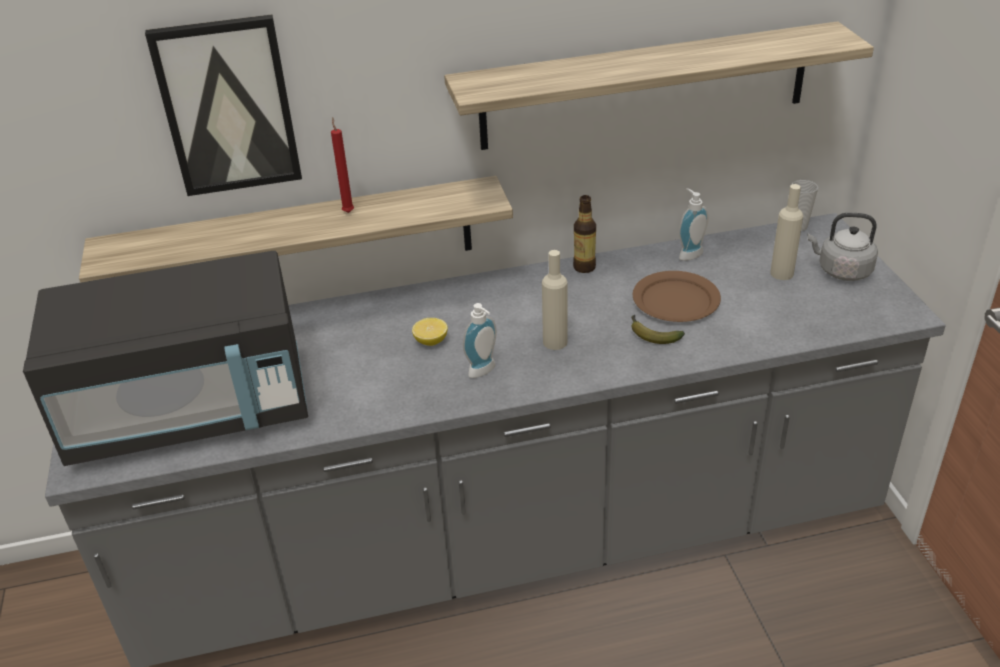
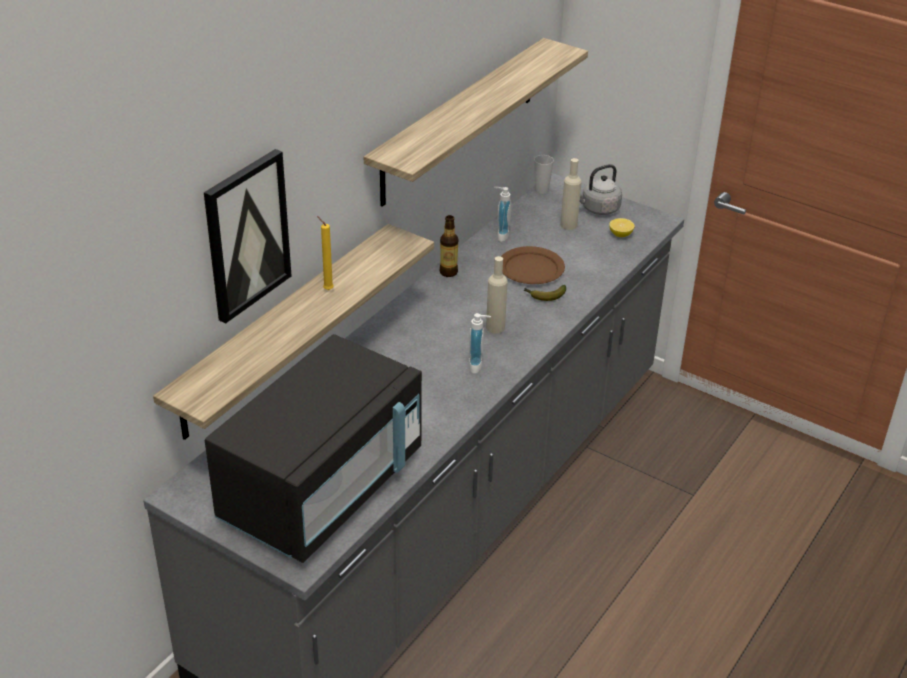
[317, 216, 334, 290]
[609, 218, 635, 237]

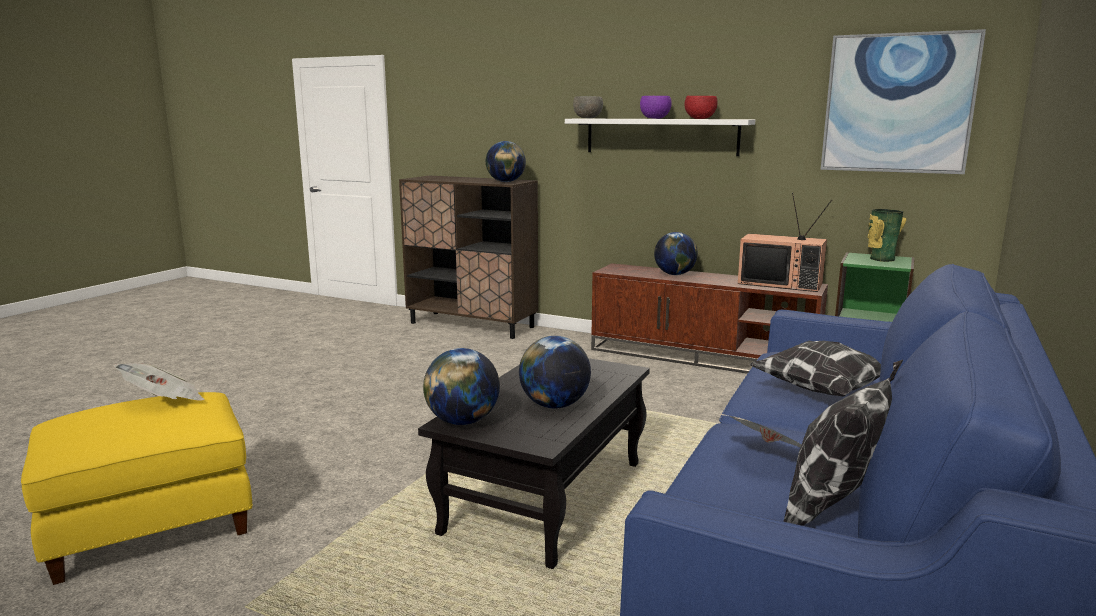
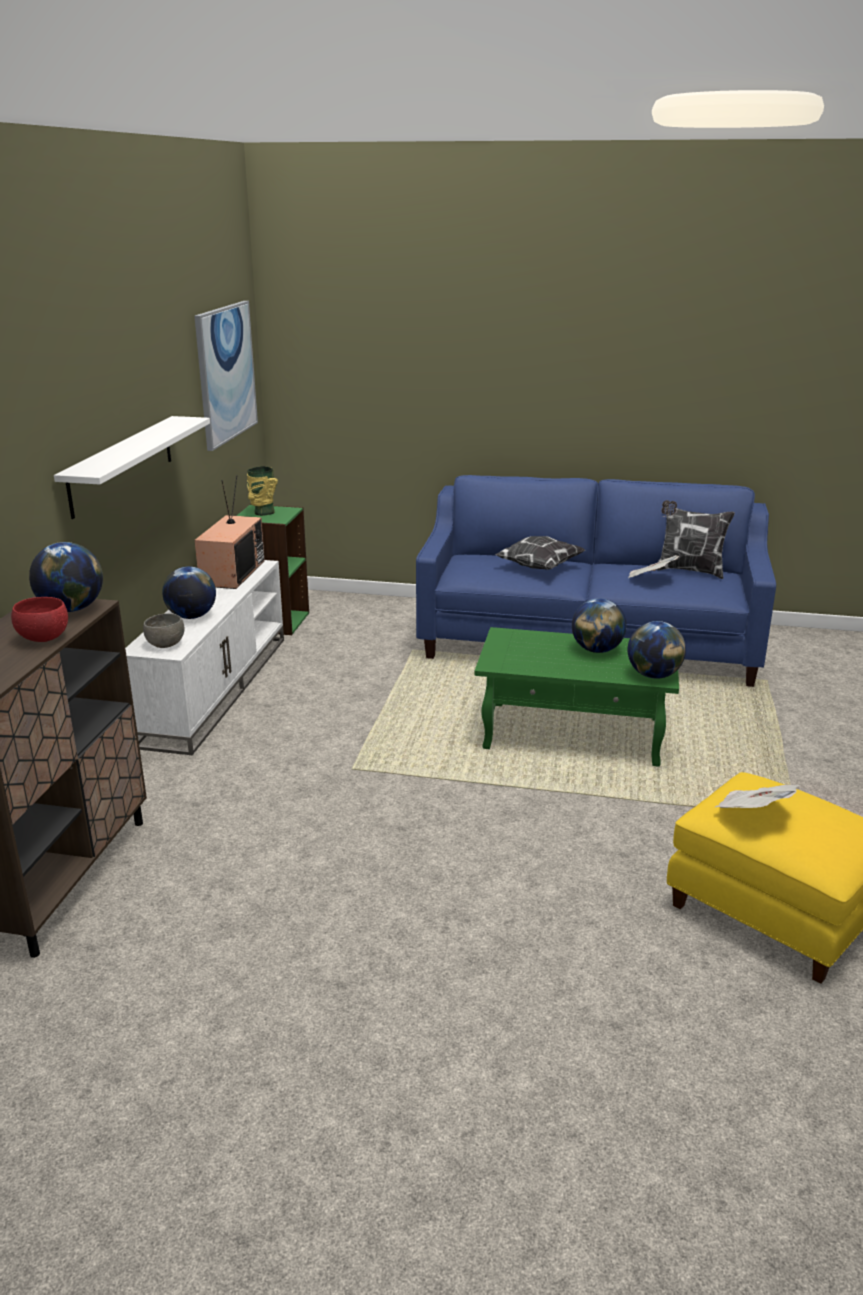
[11, 597, 68, 642]
[125, 560, 284, 755]
[143, 613, 185, 648]
[474, 627, 679, 767]
[640, 96, 672, 119] (first image)

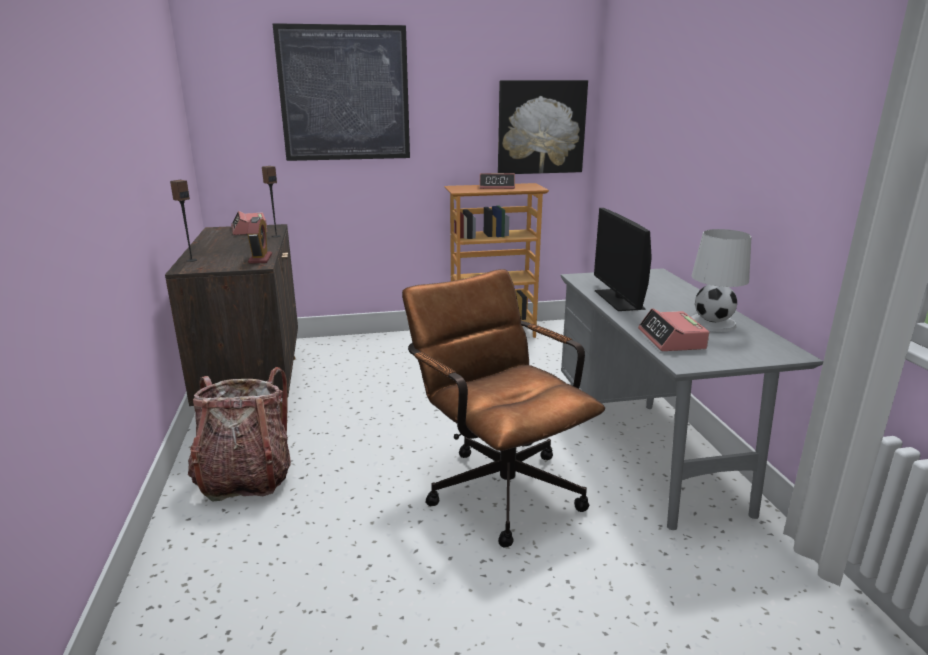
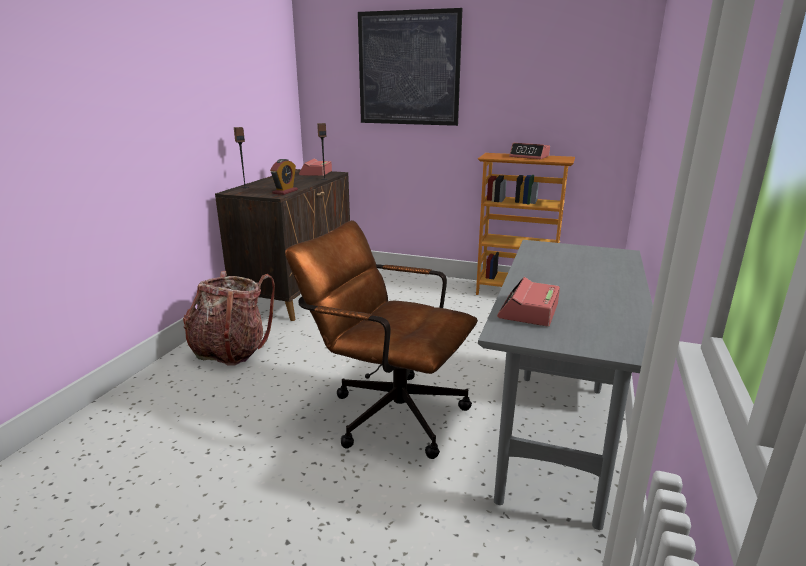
[285, 220, 478, 459]
[498, 80, 588, 174] (first image)
[594, 208, 652, 311] (first image)
[691, 229, 752, 332] (first image)

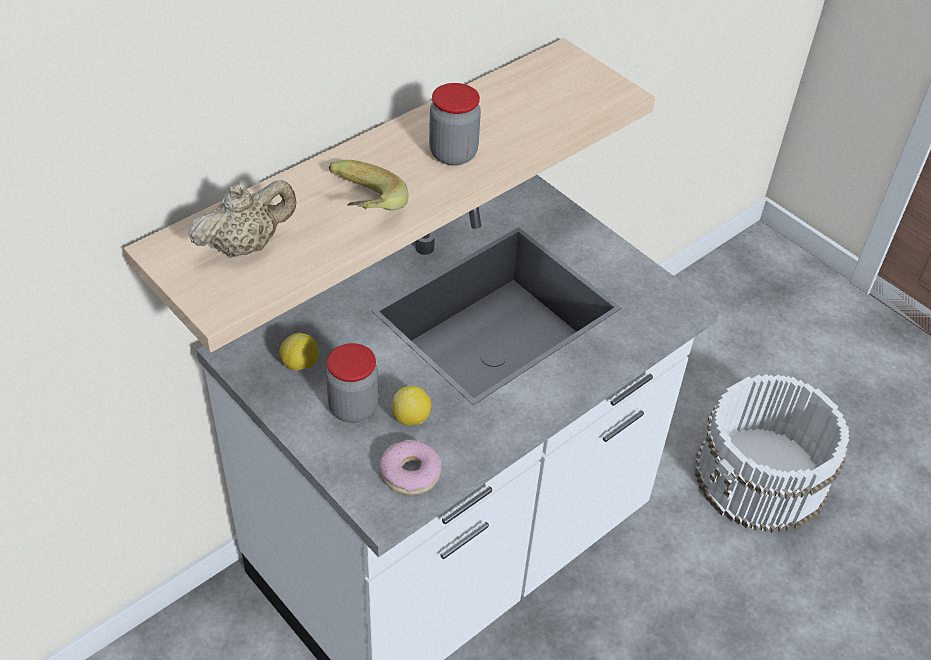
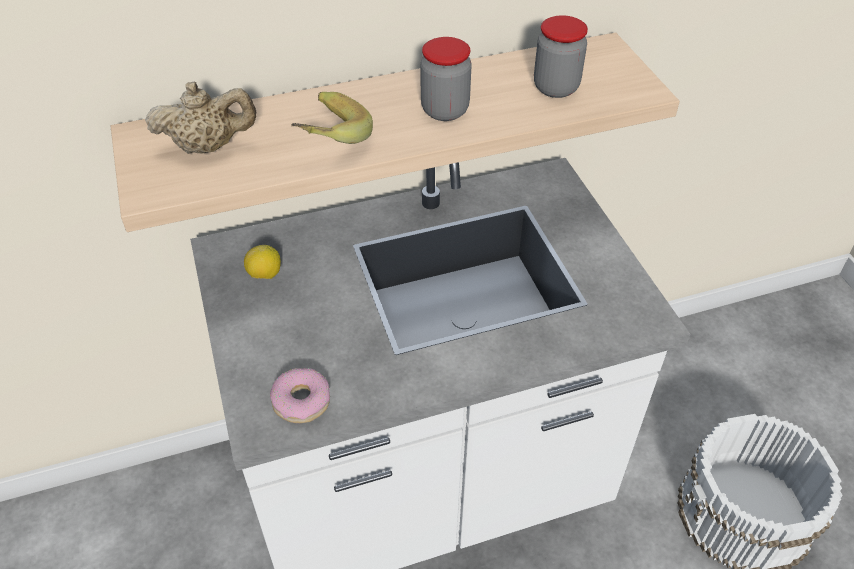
[534, 15, 588, 98]
[392, 386, 432, 425] (first image)

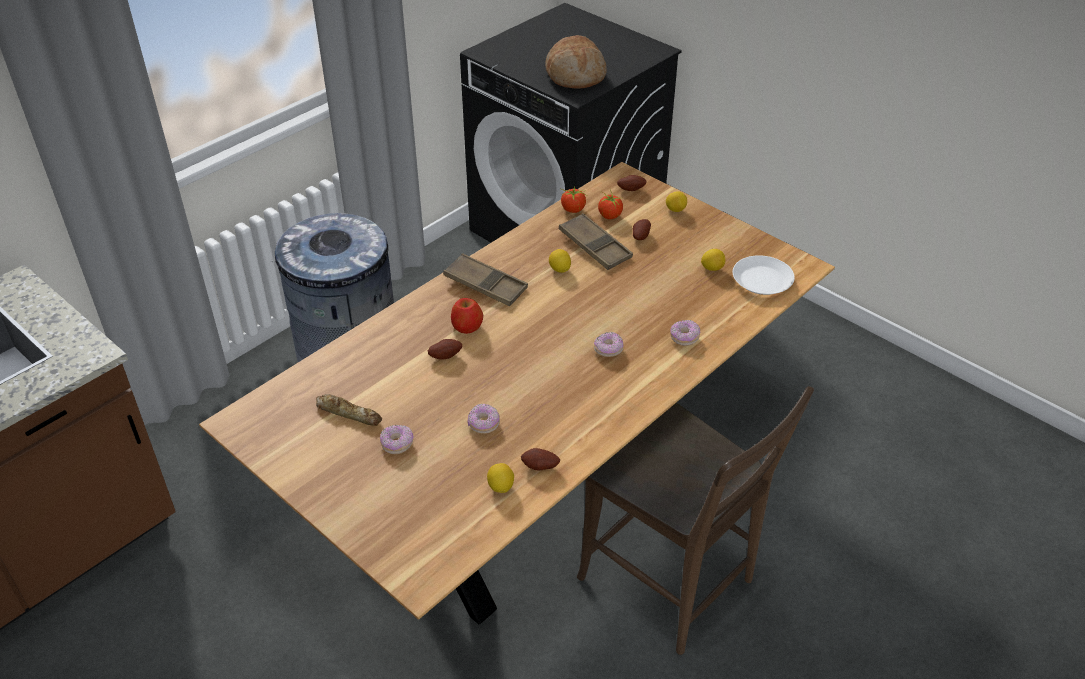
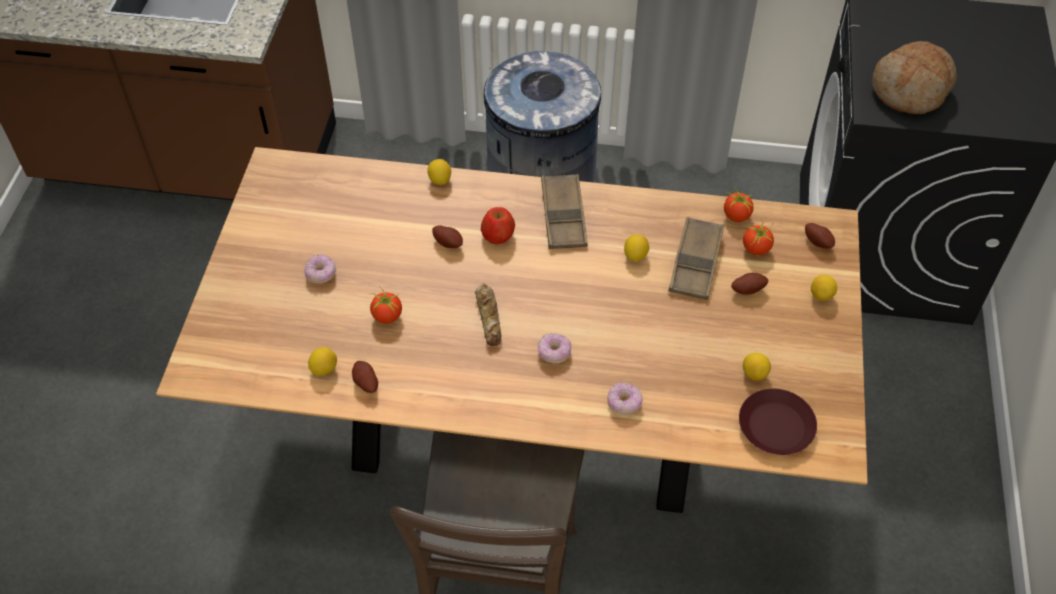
[369, 286, 402, 324]
[427, 159, 451, 185]
[475, 283, 501, 346]
[739, 389, 817, 455]

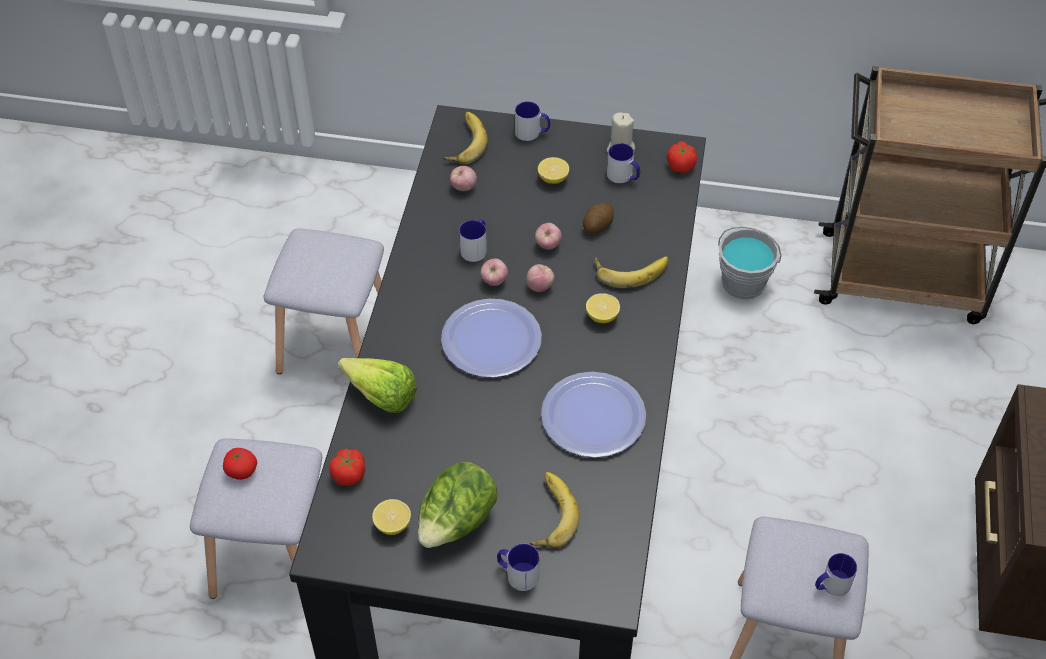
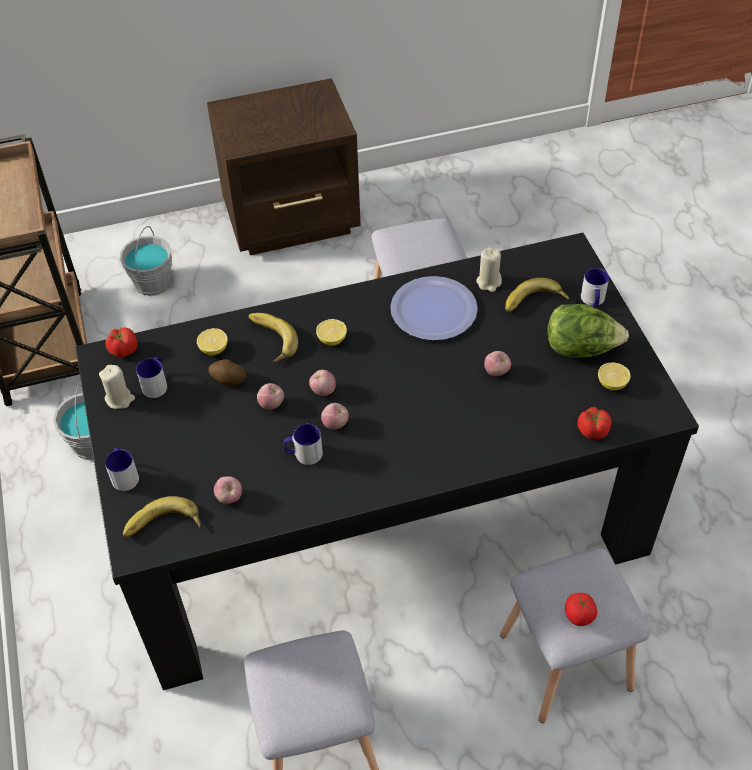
[120, 226, 172, 296]
[197, 328, 228, 355]
[476, 247, 502, 292]
[484, 351, 511, 376]
[338, 358, 417, 413] (first image)
[441, 299, 542, 378] (first image)
[815, 553, 857, 596] (first image)

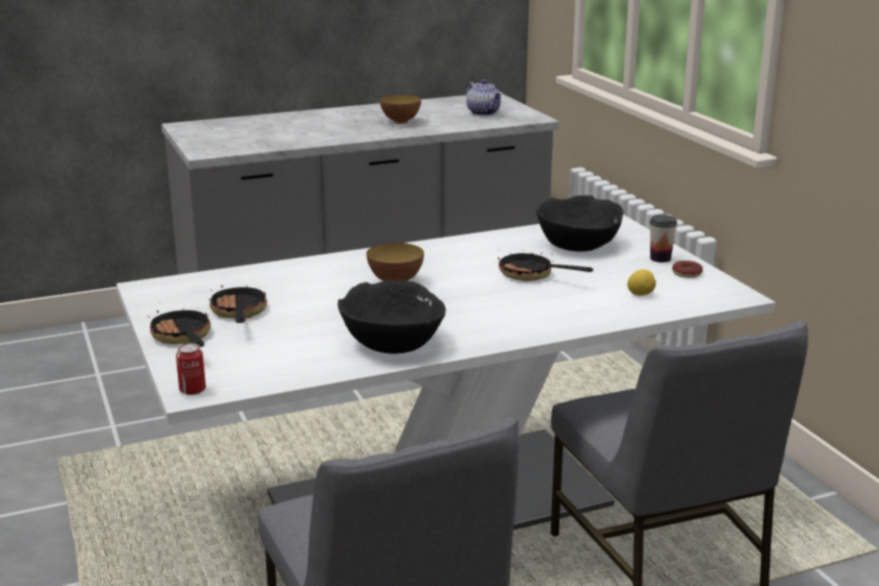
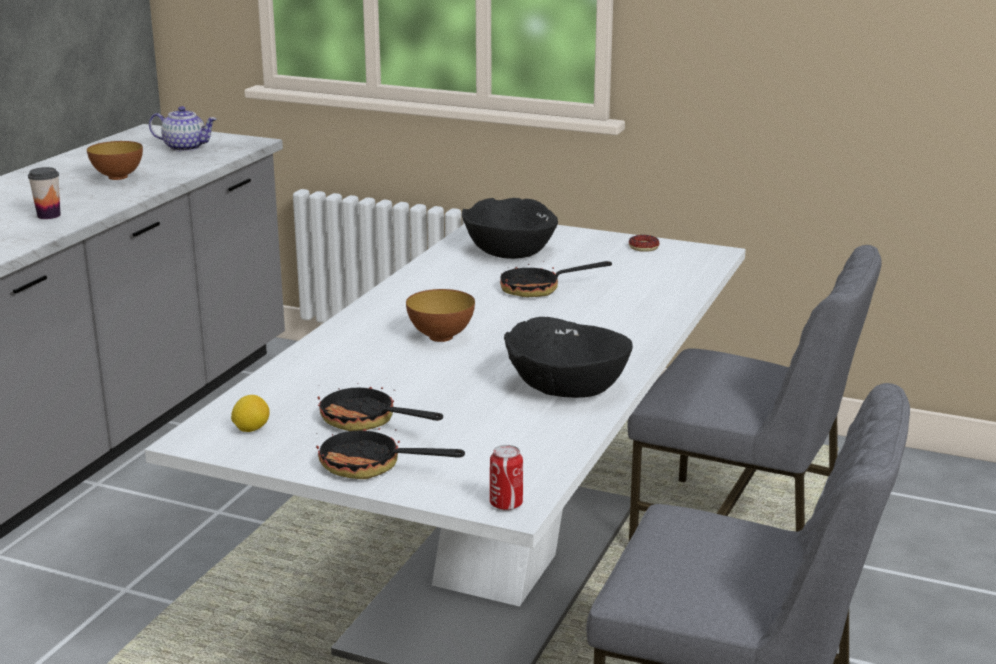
[28, 167, 61, 219]
[231, 395, 269, 432]

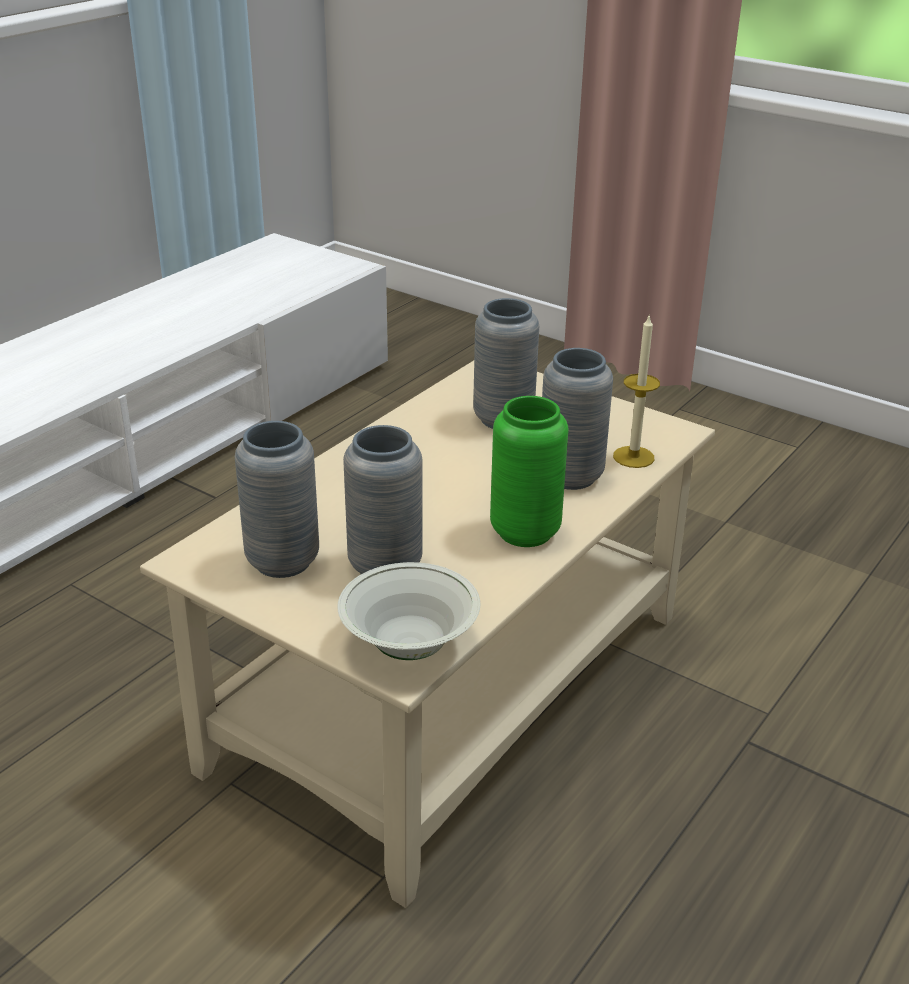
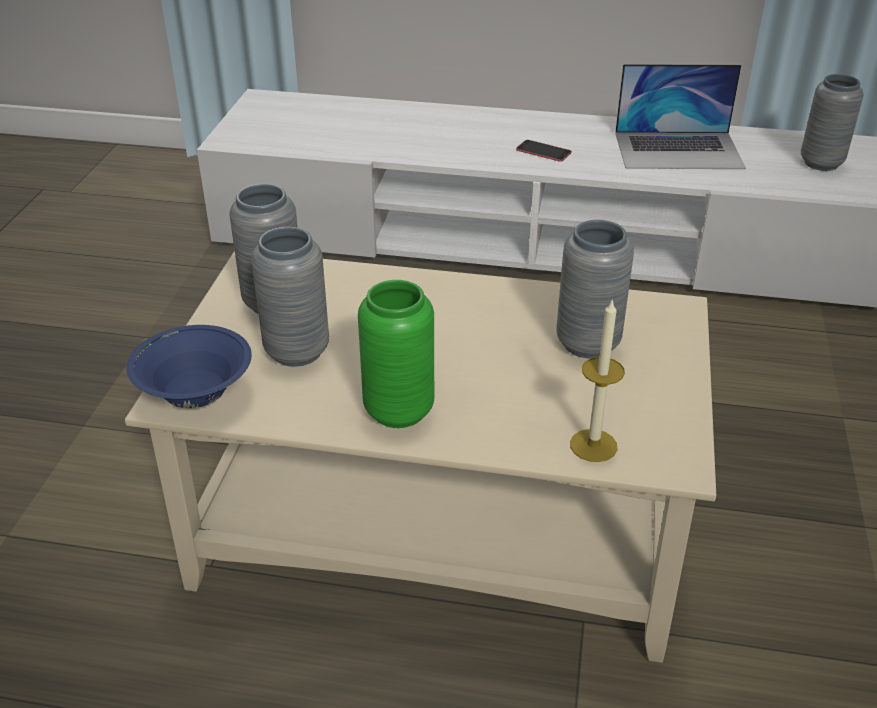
[126, 325, 252, 408]
[516, 140, 572, 162]
[615, 64, 746, 169]
[801, 74, 863, 171]

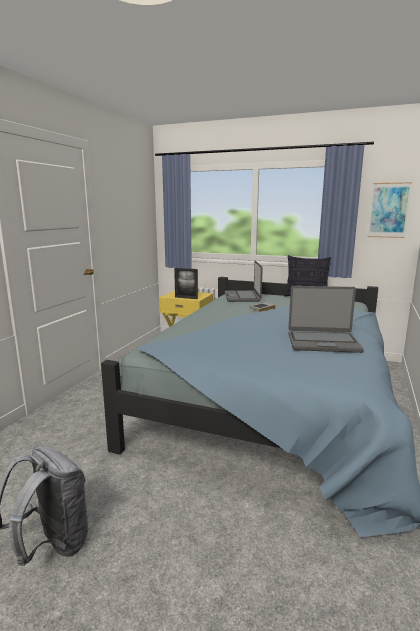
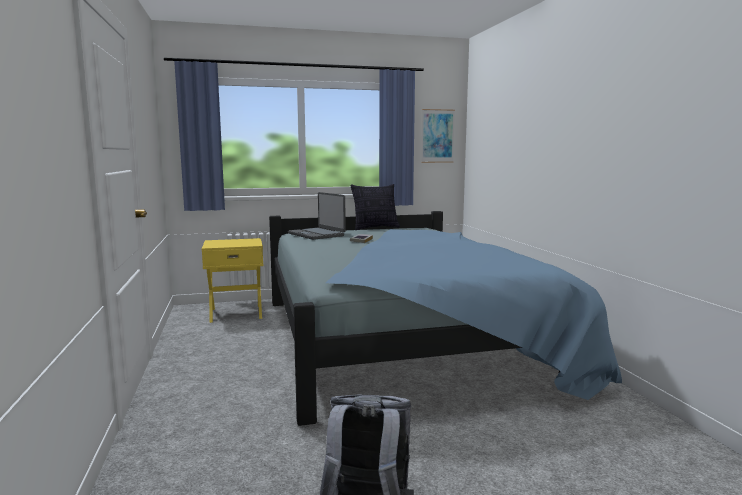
[174, 268, 198, 299] (first image)
[289, 286, 364, 353] (first image)

